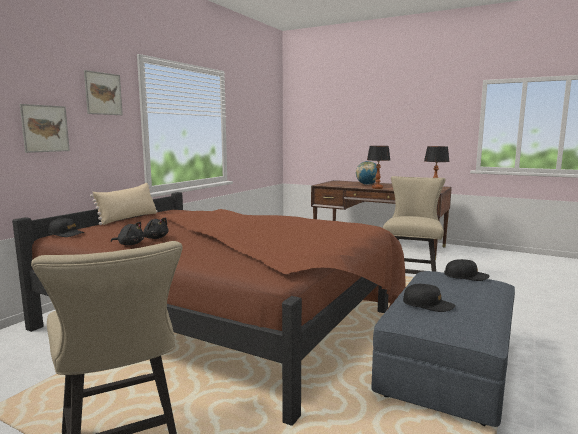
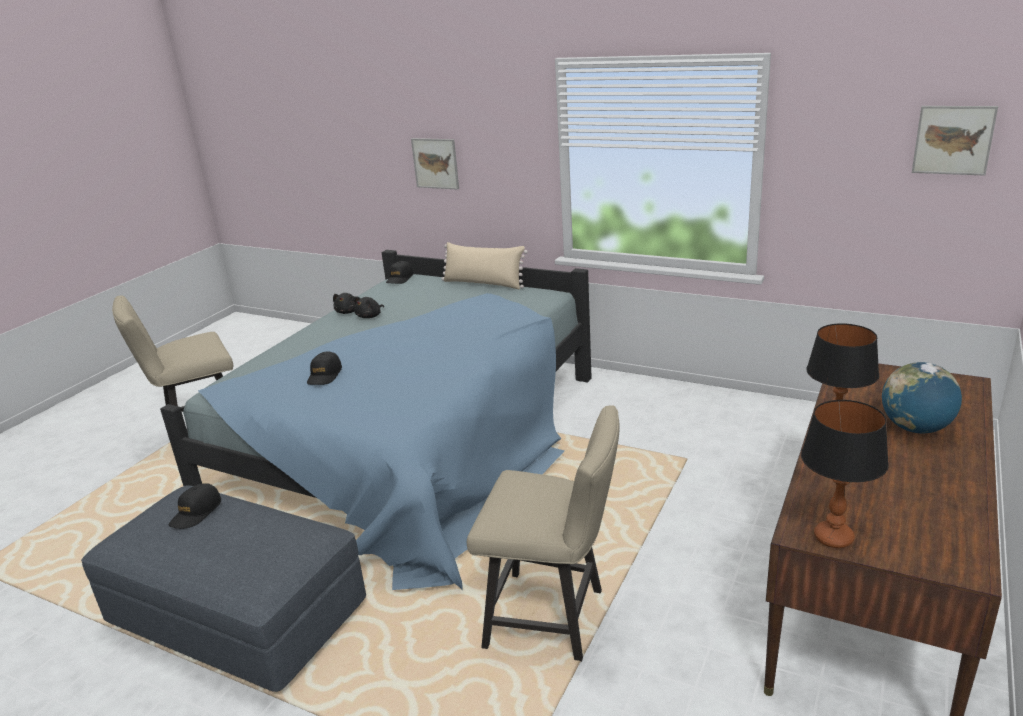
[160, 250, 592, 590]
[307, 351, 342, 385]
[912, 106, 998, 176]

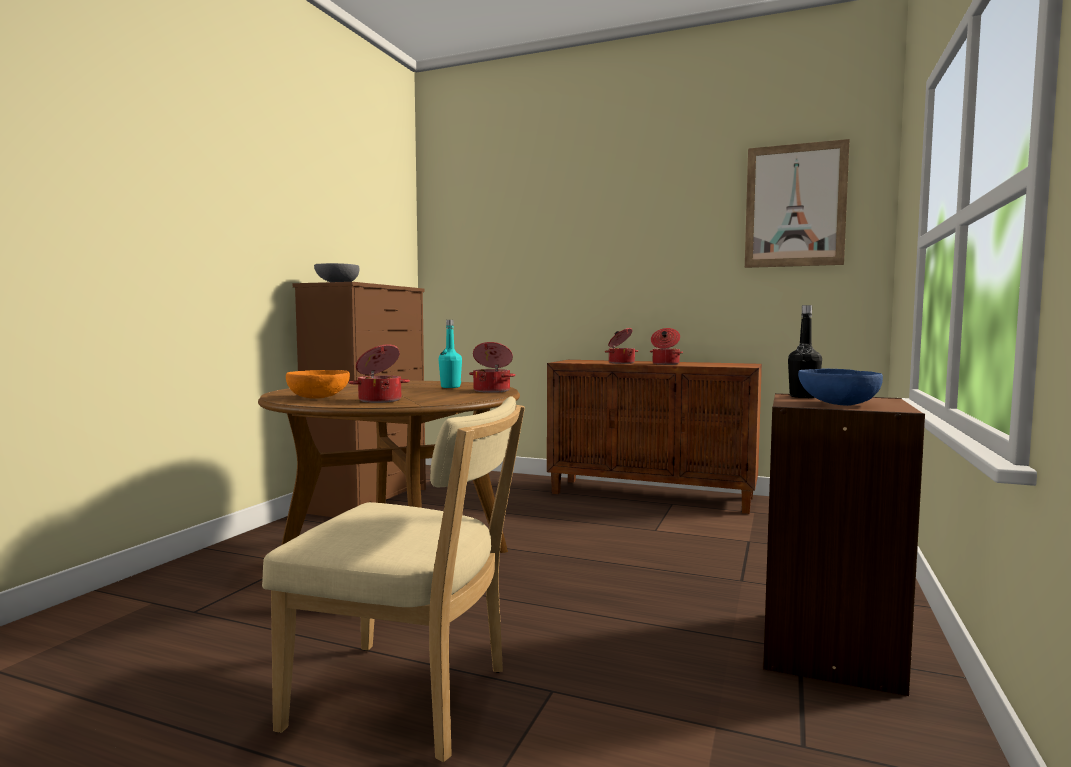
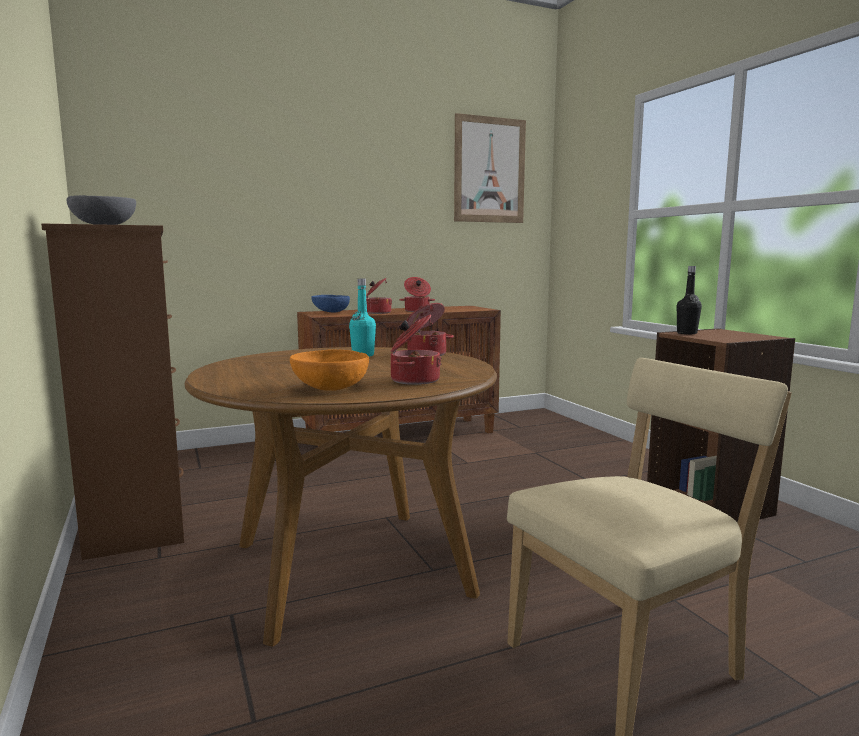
[311, 295, 350, 312]

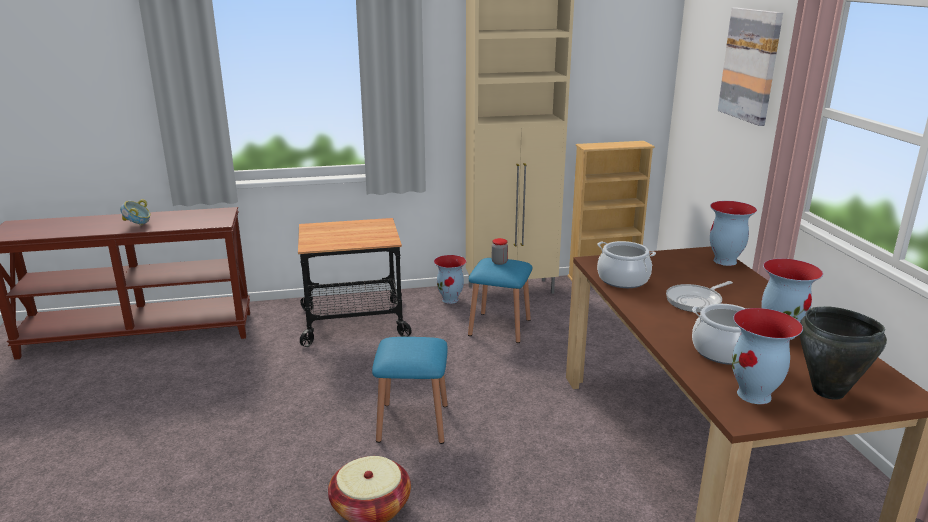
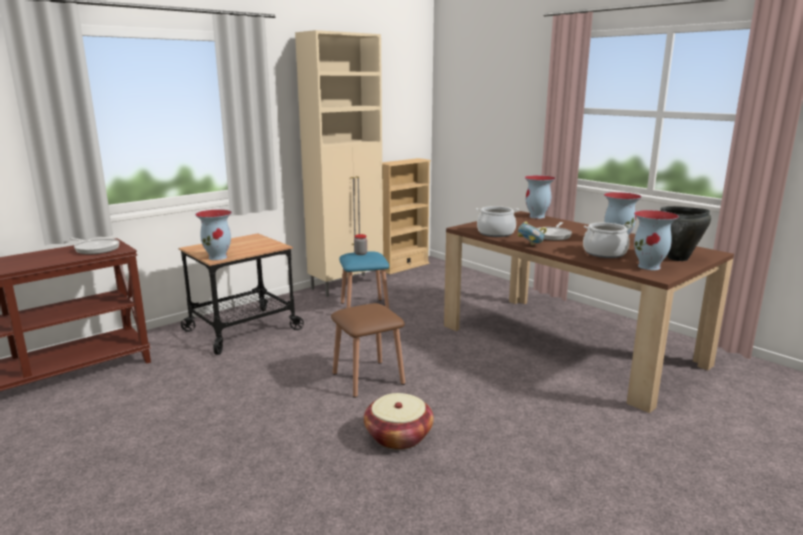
[68, 237, 120, 254]
[195, 209, 232, 260]
[331, 303, 405, 398]
[517, 221, 547, 245]
[718, 8, 783, 126] (first image)

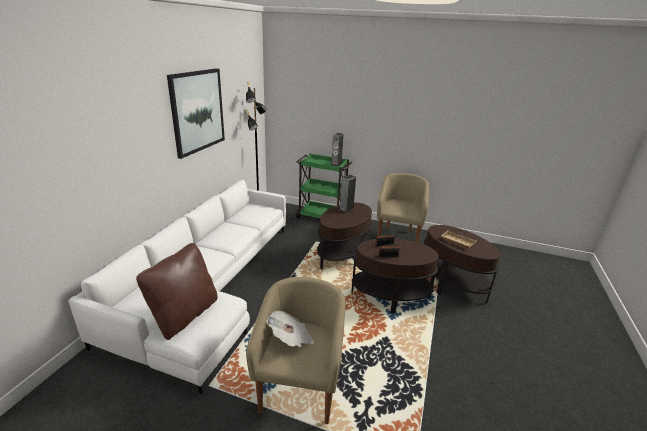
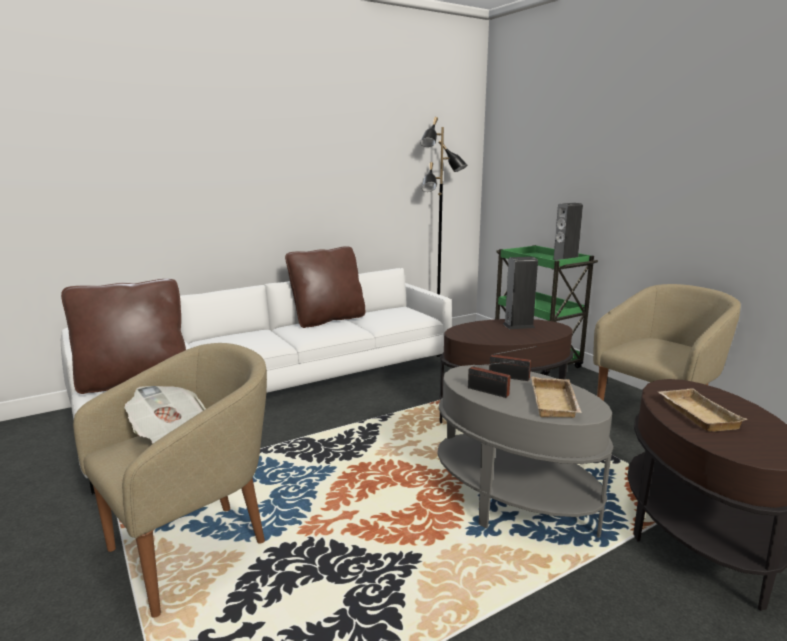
[285, 246, 365, 328]
[437, 365, 614, 538]
[531, 376, 582, 418]
[167, 68, 225, 159] (first image)

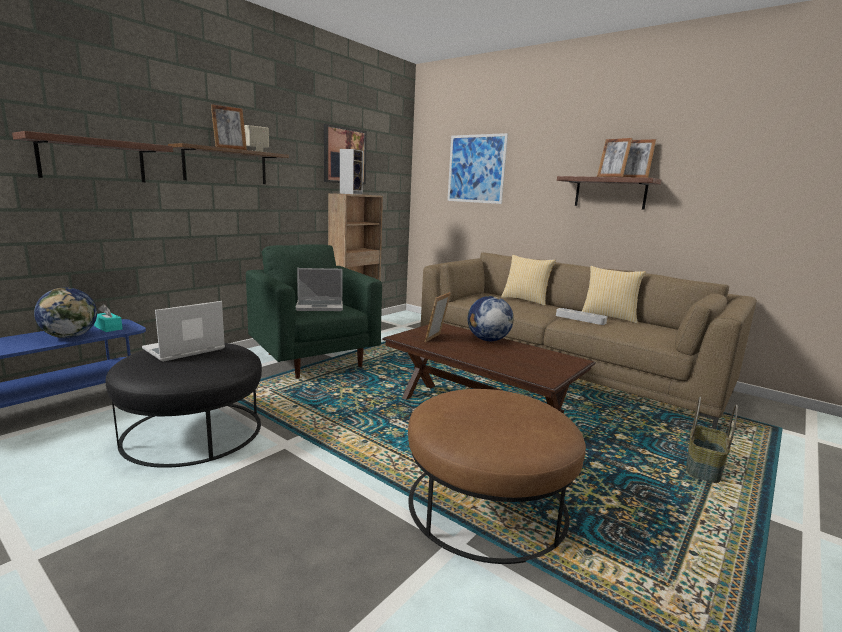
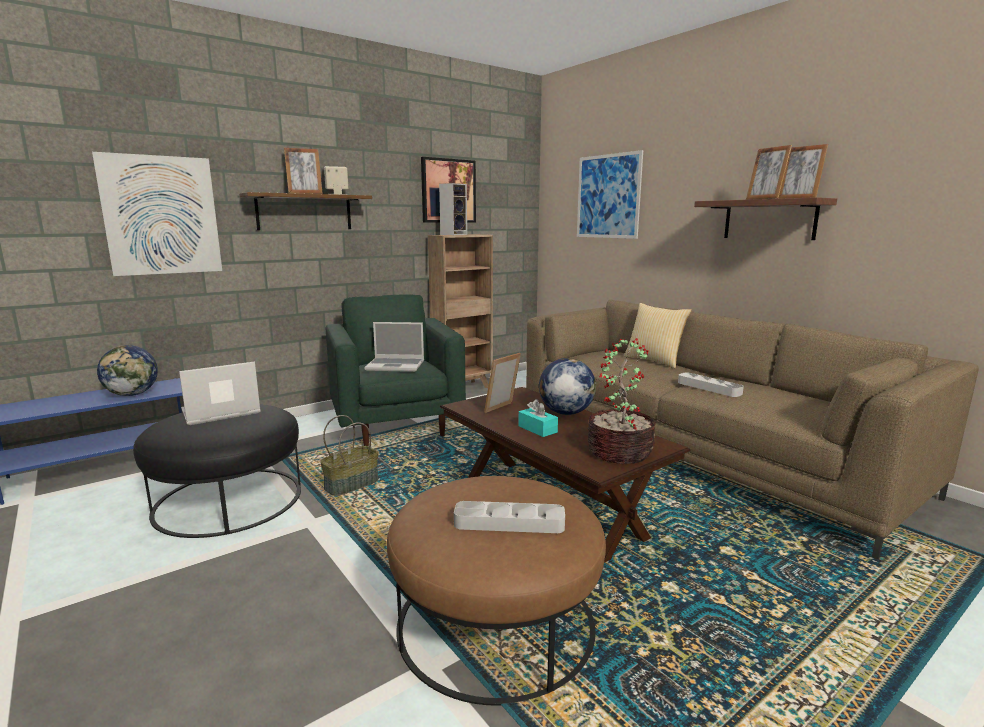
[92, 152, 222, 276]
[320, 415, 379, 496]
[454, 501, 565, 533]
[518, 399, 558, 437]
[587, 338, 656, 464]
[582, 266, 646, 323] (first image)

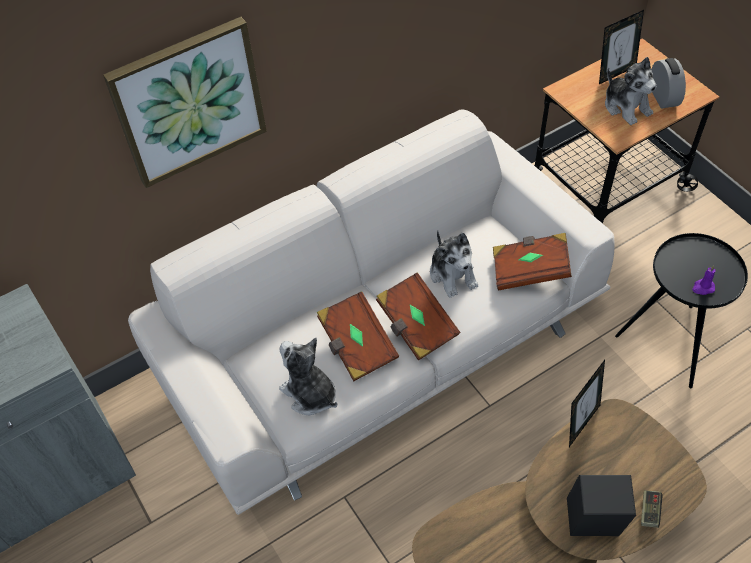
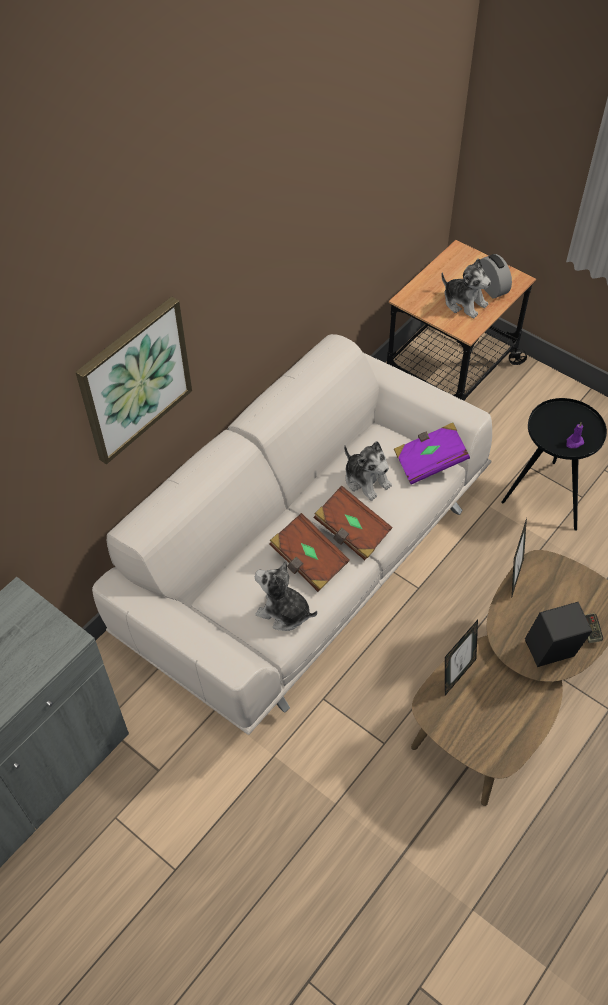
[394, 422, 470, 484]
[445, 620, 478, 695]

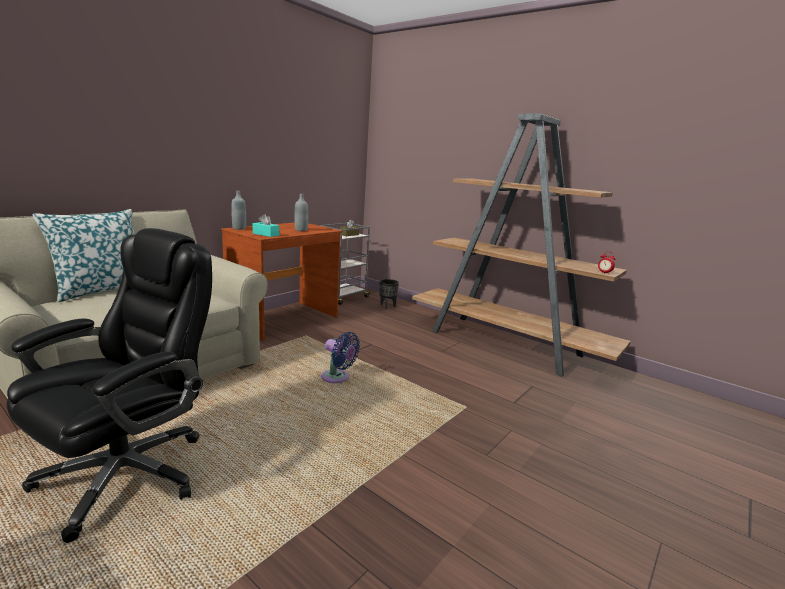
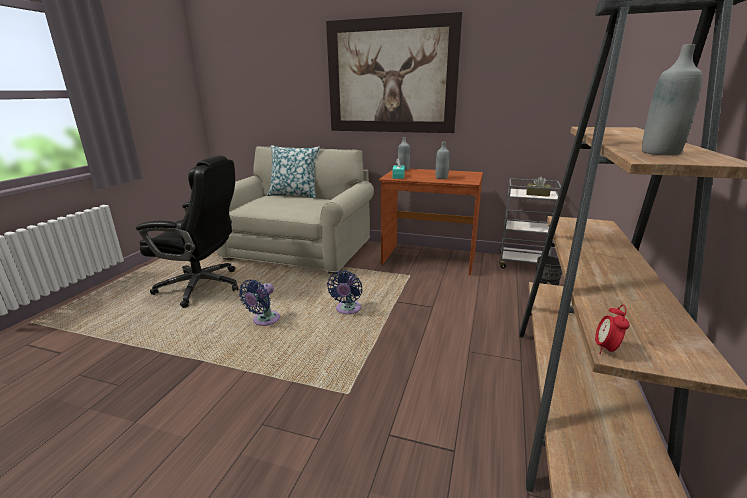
[239, 279, 280, 326]
[326, 12, 462, 133]
[642, 44, 703, 155]

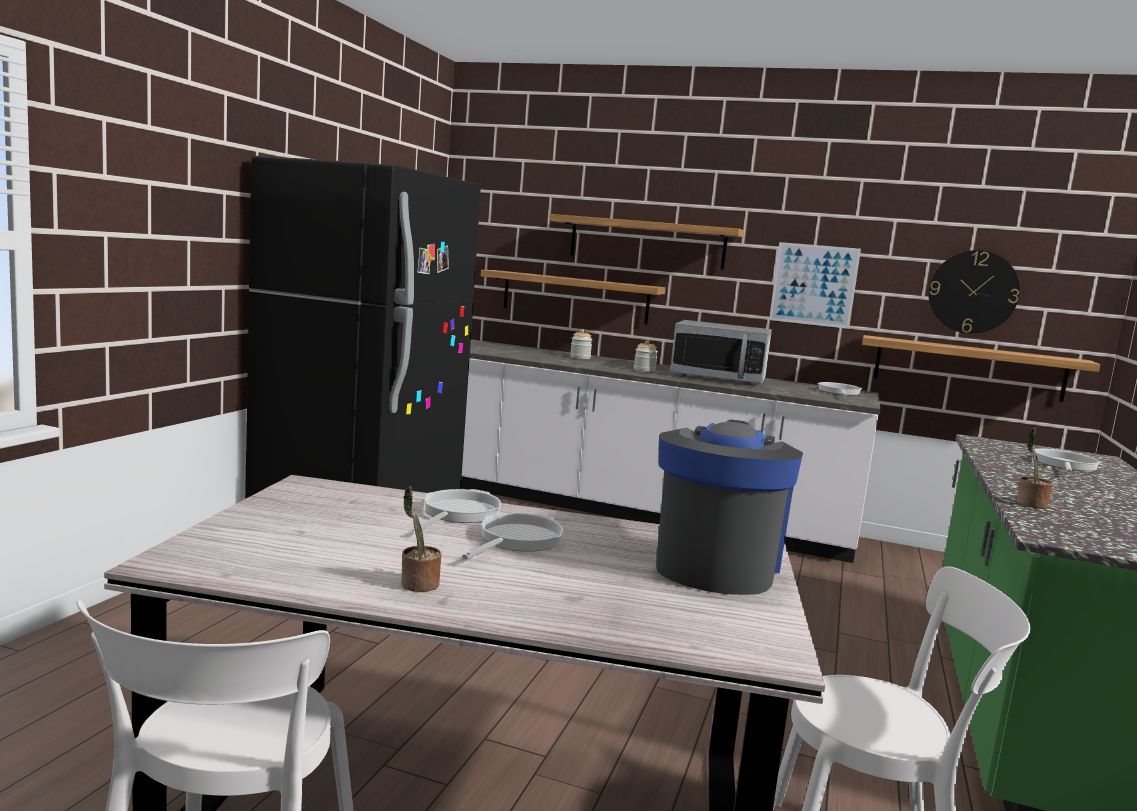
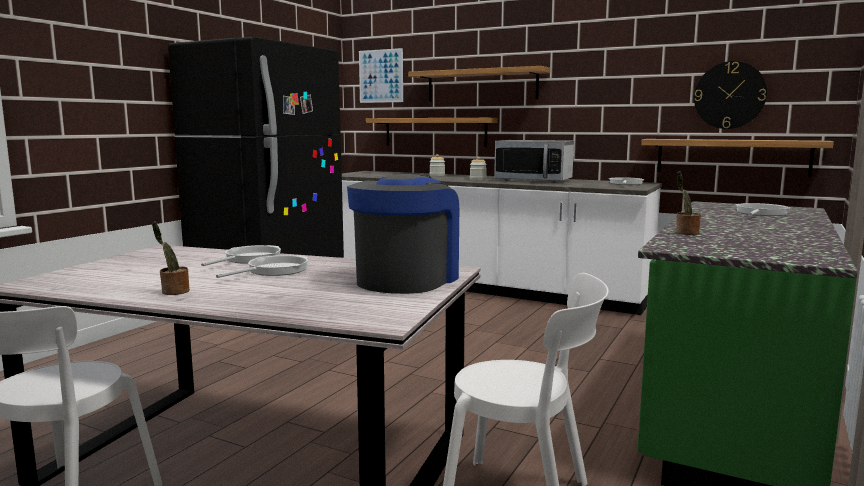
[359, 48, 403, 103]

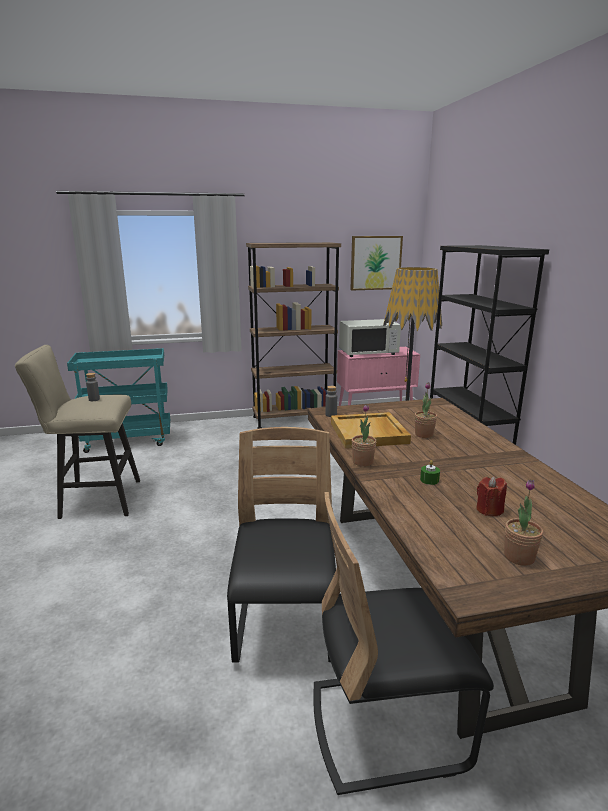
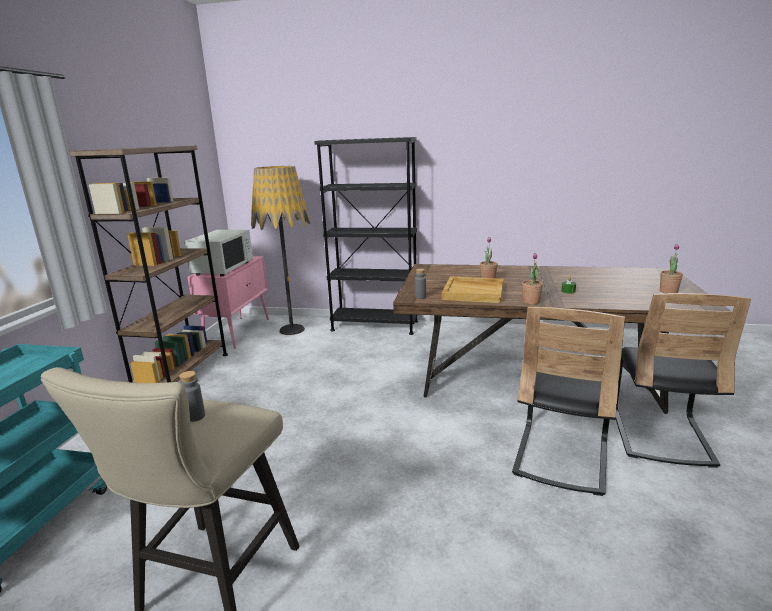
[512, 307, 625, 496]
[350, 236, 403, 290] (first image)
[476, 477, 507, 516] (first image)

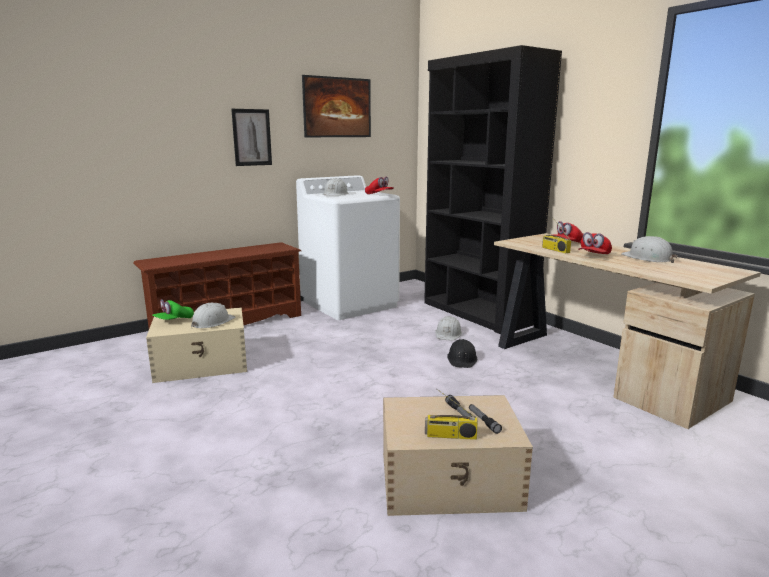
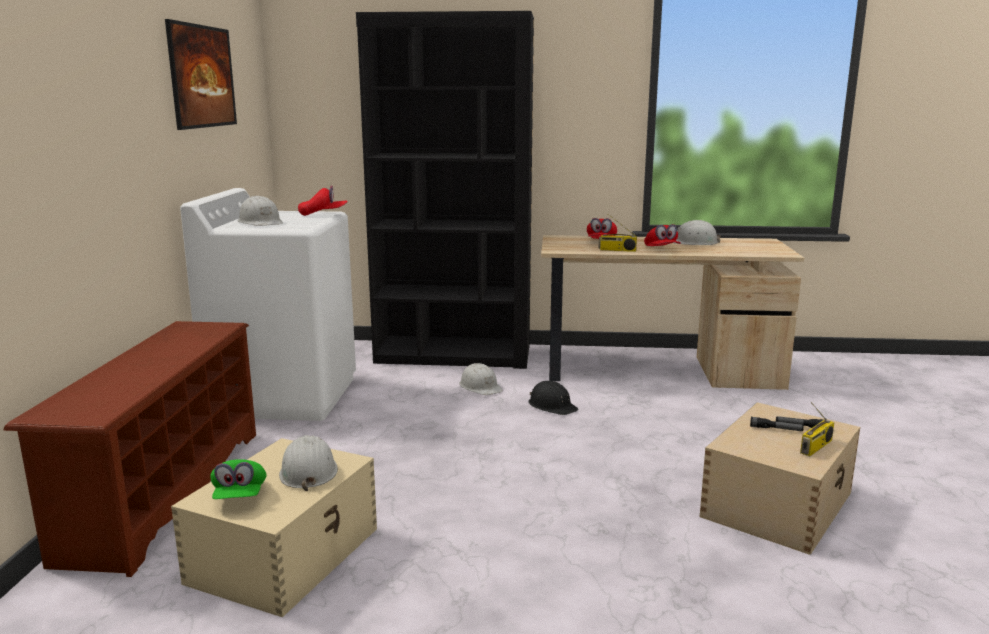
[231, 109, 272, 166] (first image)

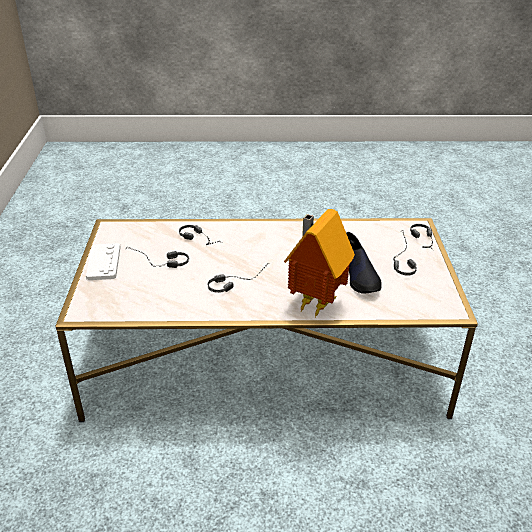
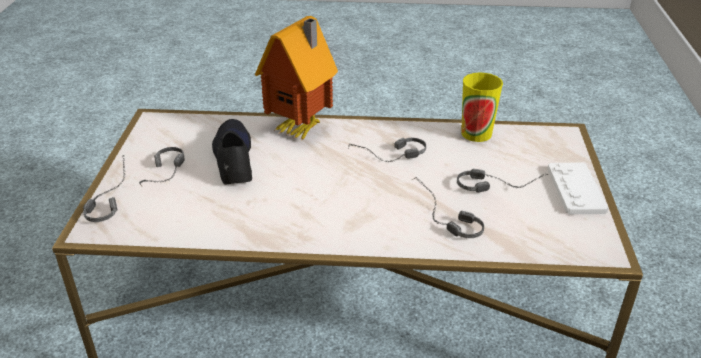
[461, 73, 503, 142]

